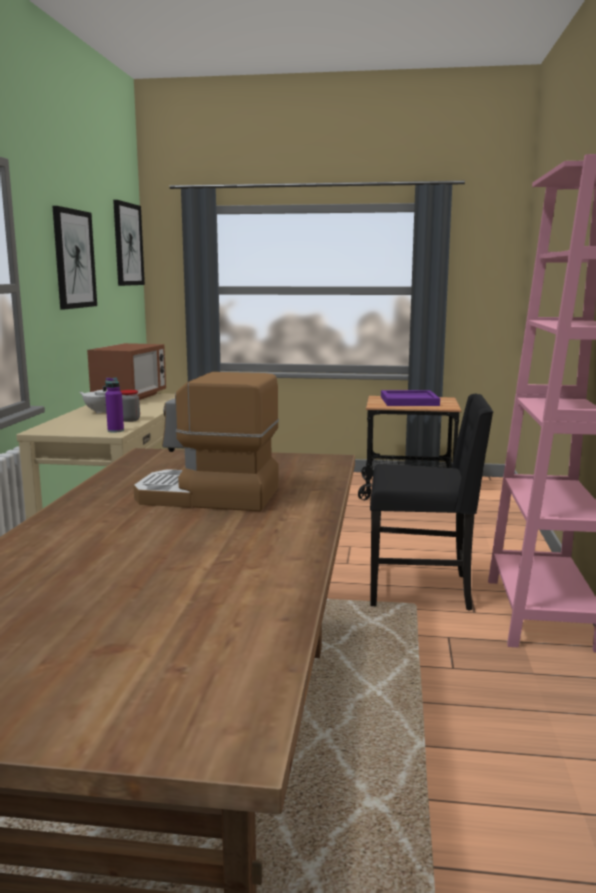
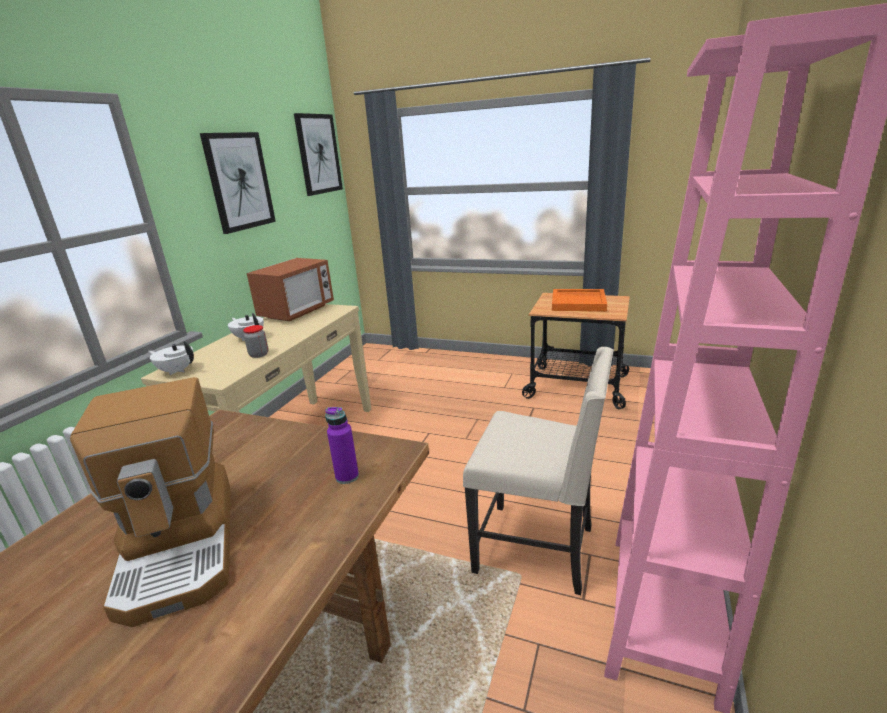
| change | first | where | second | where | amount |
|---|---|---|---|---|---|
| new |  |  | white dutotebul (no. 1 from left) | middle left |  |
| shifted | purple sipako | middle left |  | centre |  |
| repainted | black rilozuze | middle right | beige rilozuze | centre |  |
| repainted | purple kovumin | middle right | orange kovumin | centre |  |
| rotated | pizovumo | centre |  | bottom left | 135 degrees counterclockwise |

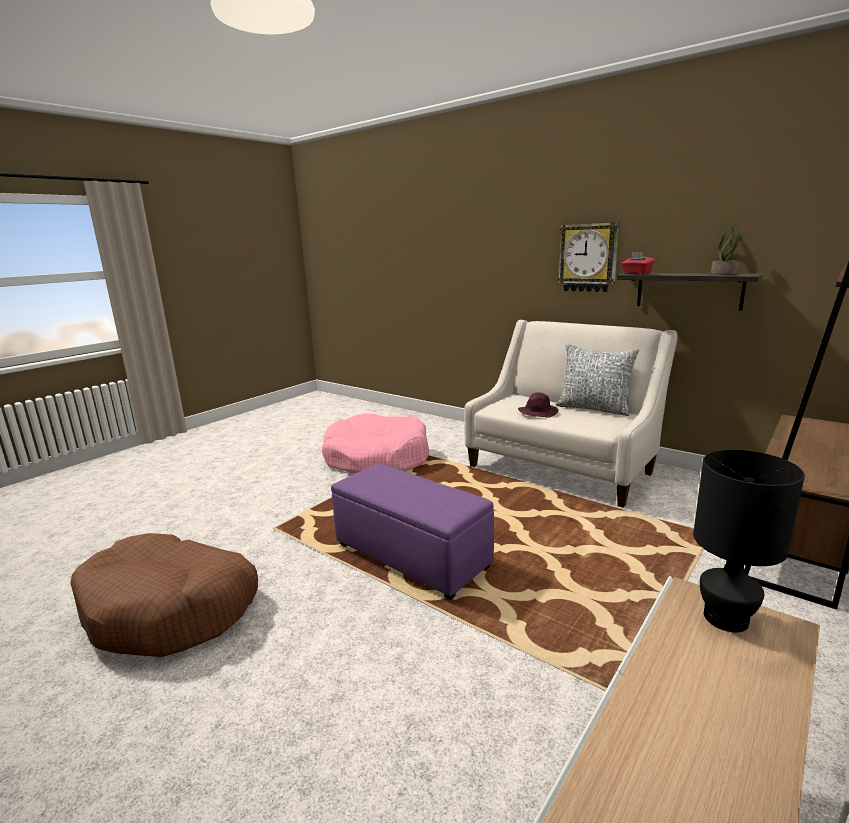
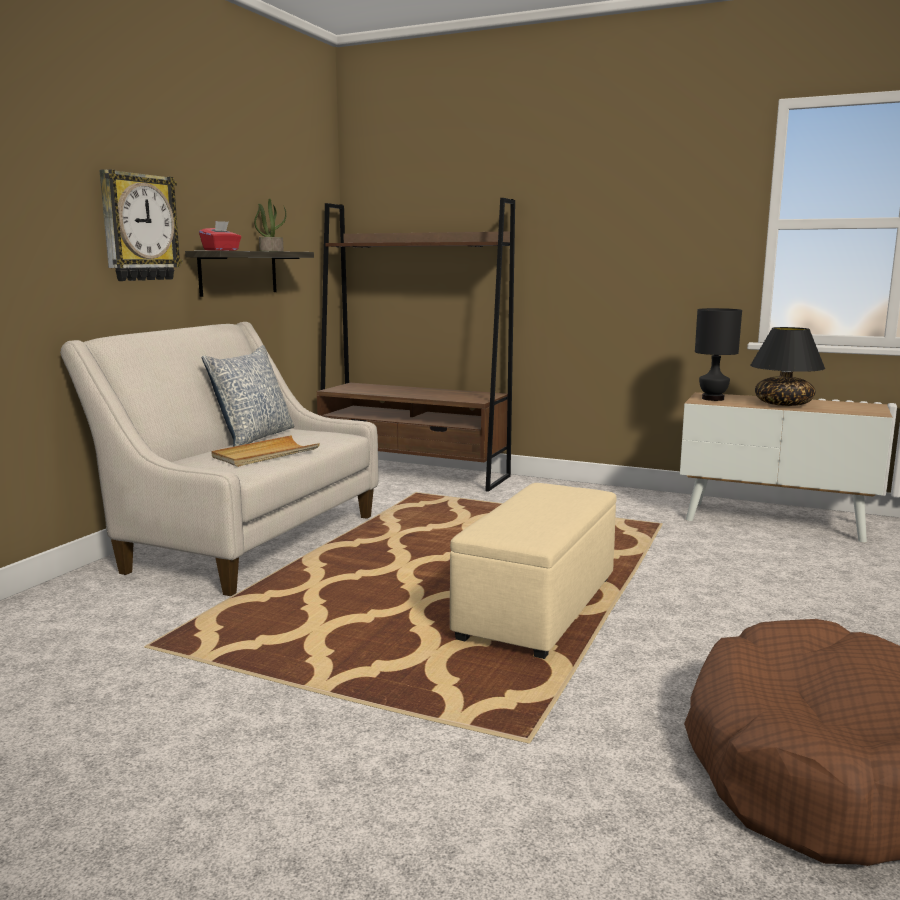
| change | first | where | second | where | amount |
|---|---|---|---|---|---|
| gone | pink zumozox | centre |  |  |  |
| new |  |  | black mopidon (no. 2 from left) | middle right |  |
| swapped | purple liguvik | centre | beige kovumin | middle left |  |
| repainted | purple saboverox | centre | beige saboverox | centre |  |

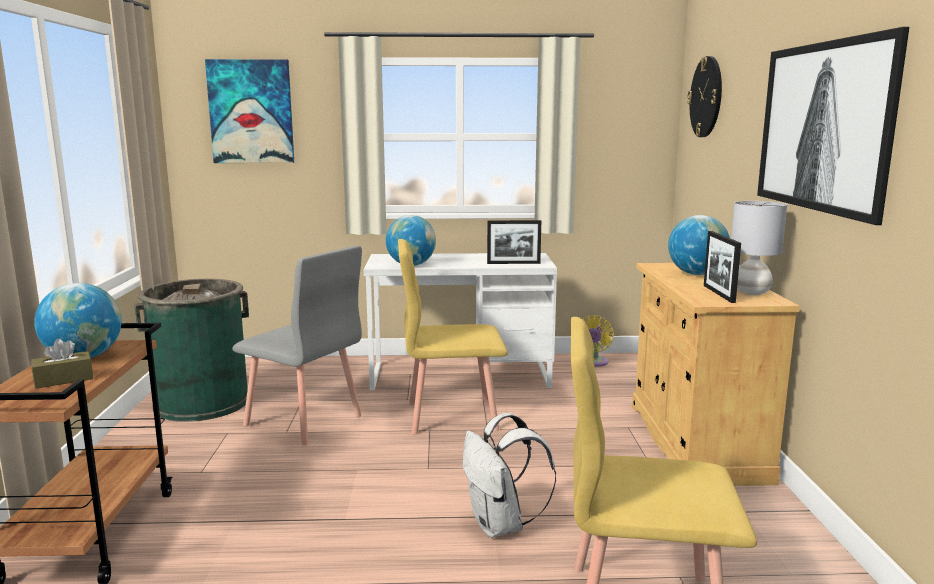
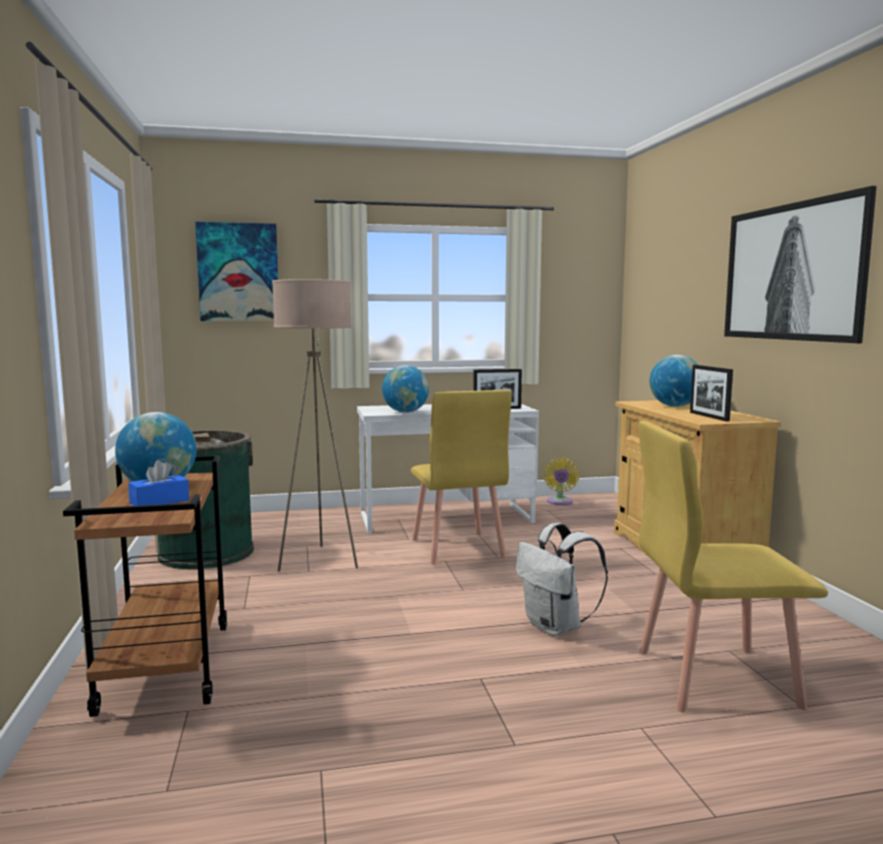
| change | first | where | second | where | amount |
|---|---|---|---|---|---|
| gone | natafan | top right |  |  |  |
| gone | grey mopidon | middle right |  |  |  |
| swapped | grey rilozuze | middle left | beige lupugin | centre |  |
| repainted | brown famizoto | middle left | blue famizoto | middle left |  |
| rotated | yellow rilozuze (no. 1 from left) | centre |  | centre | 90 degrees counterclockwise |

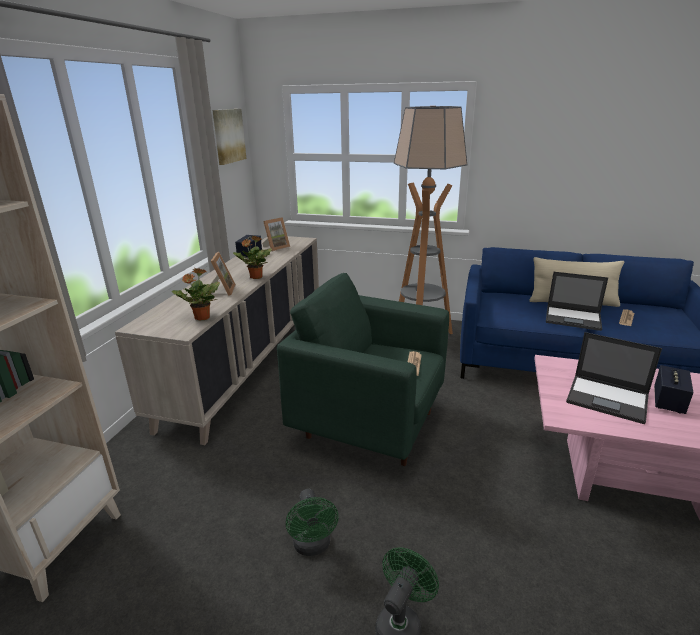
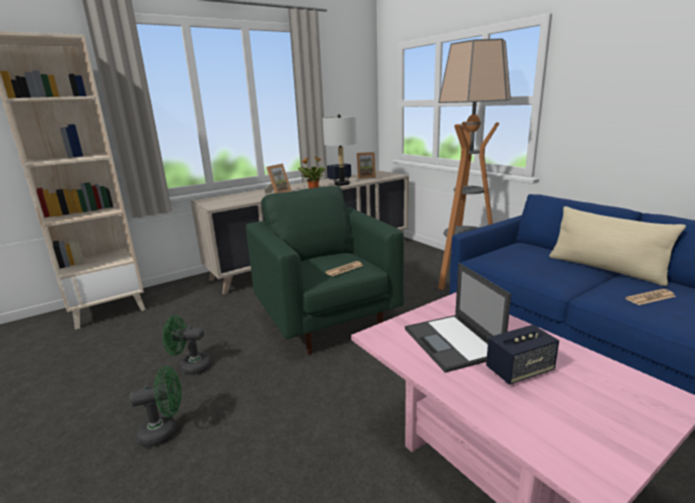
| change | first | where | second | where | amount |
|---|---|---|---|---|---|
| gone | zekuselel (no. 1 from left) | middle left |  |  |  |
| gone | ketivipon | top left |  |  |  |
| gone | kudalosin (no. 1 from left) | middle right |  |  |  |
| new |  |  | grey mopidon | top centre |  |
| rotated | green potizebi (no. 1 from left in the first image) | bottom centre | green potizebi (no. 2 from left) | bottom left | 60 degrees clockwise |

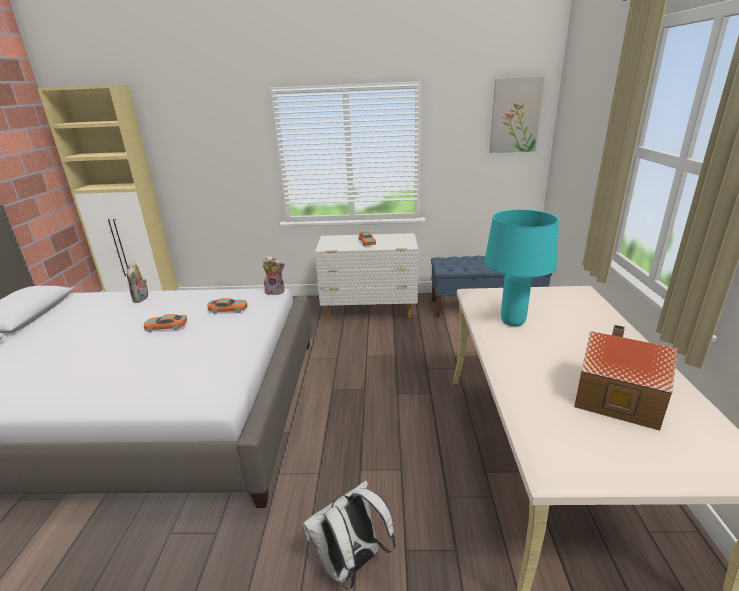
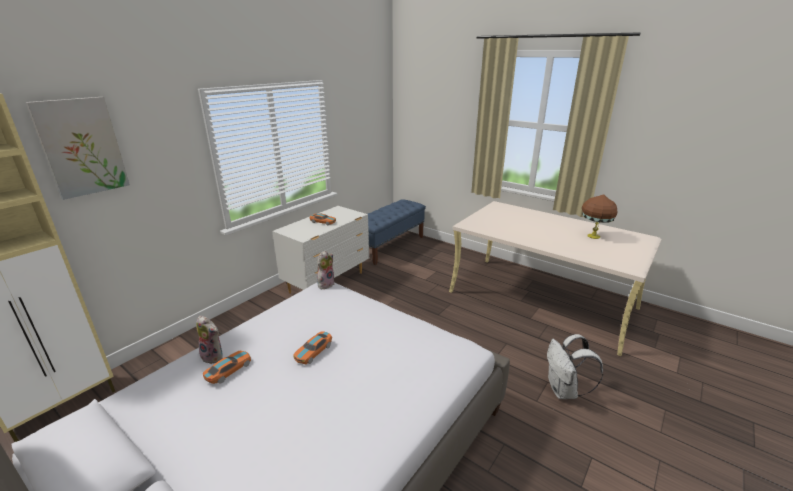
| change | first | where | second | where | amount |
|---|---|---|---|---|---|
| gone | turquoise mopidon | middle right |  |  |  |
| shifted | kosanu (no. 2 from left in the first image) | middle left | kosanu (no. 1 from left) | bottom left |  |
| shifted | ketivipon | top right |  | top left |  |
| swapped | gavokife | middle right | brown mopidon | middle right |  |

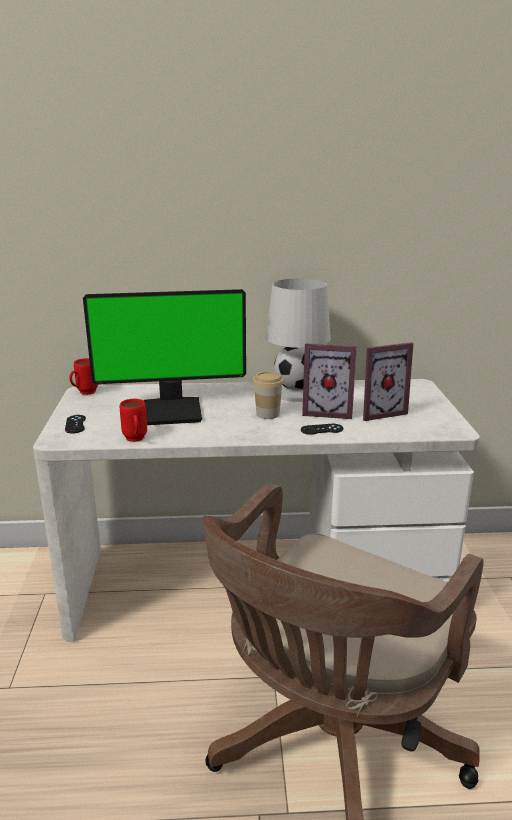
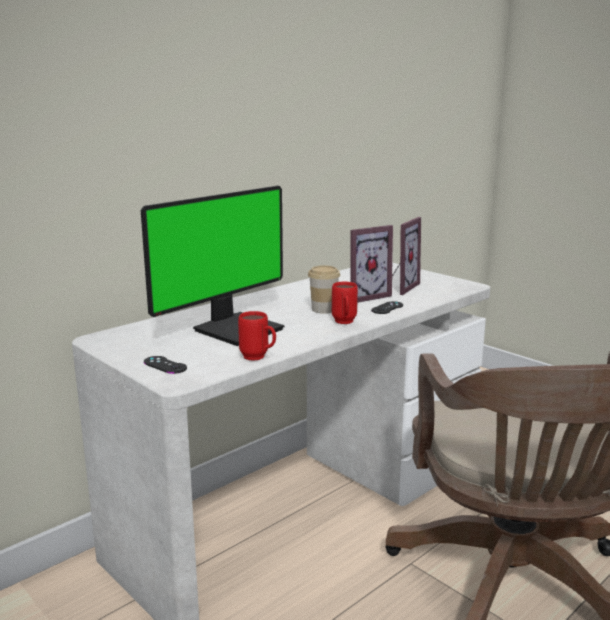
| change | first | where | second | where | amount |
|---|---|---|---|---|---|
| gone | white mopidon | centre |  |  |  |
| shifted | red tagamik (no. 1 from left in the first image) | middle left | red tagamik (no. 2 from left) | centre |  |

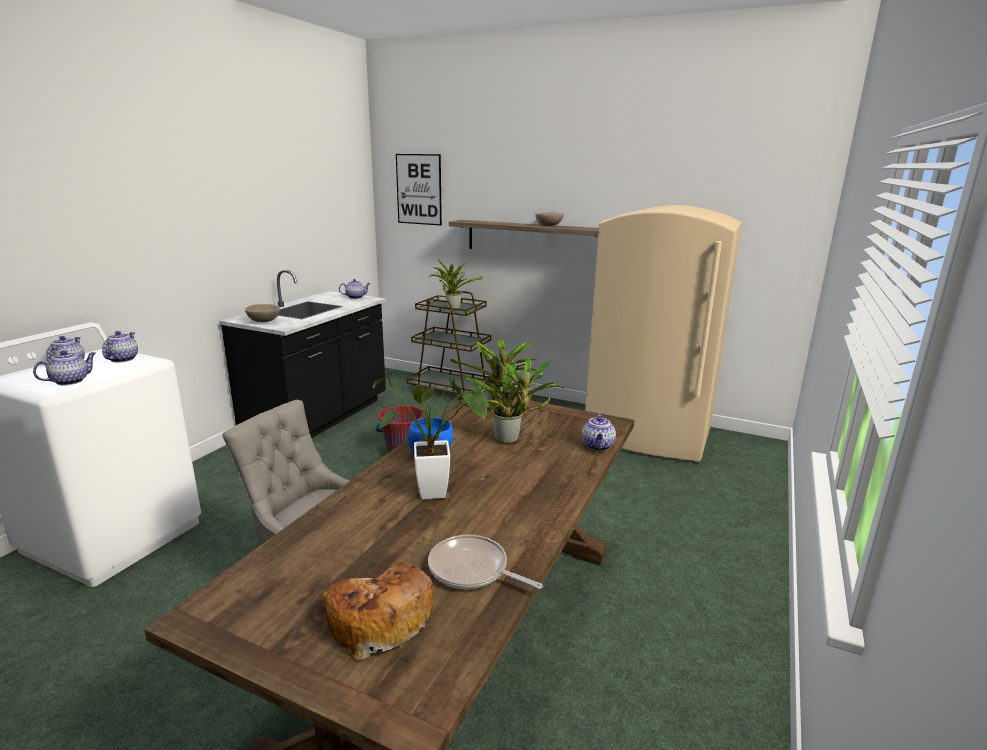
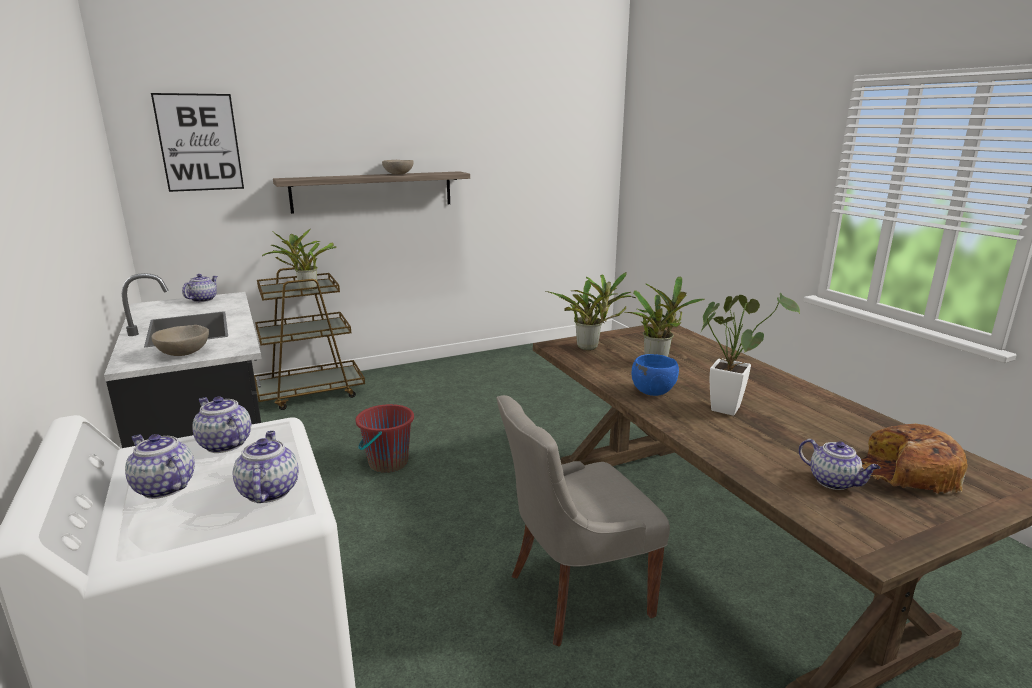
| change | first | where | second | where | amount |
|---|---|---|---|---|---|
| gone | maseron | bottom centre |  |  |  |
| gone | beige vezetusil | middle right |  |  |  |
| shifted | dutotebul (no. 5 from left) | centre |  | bottom right |  |

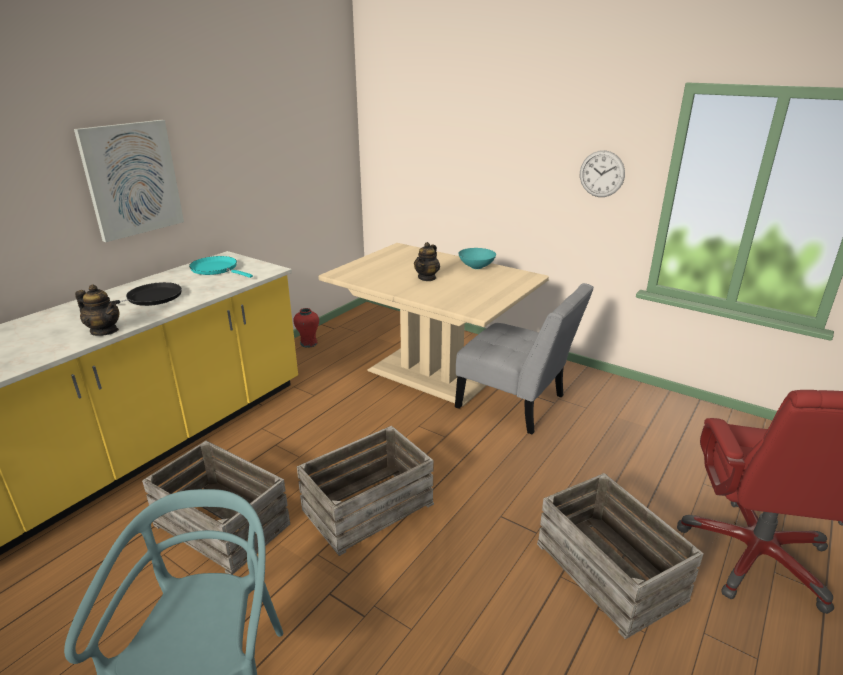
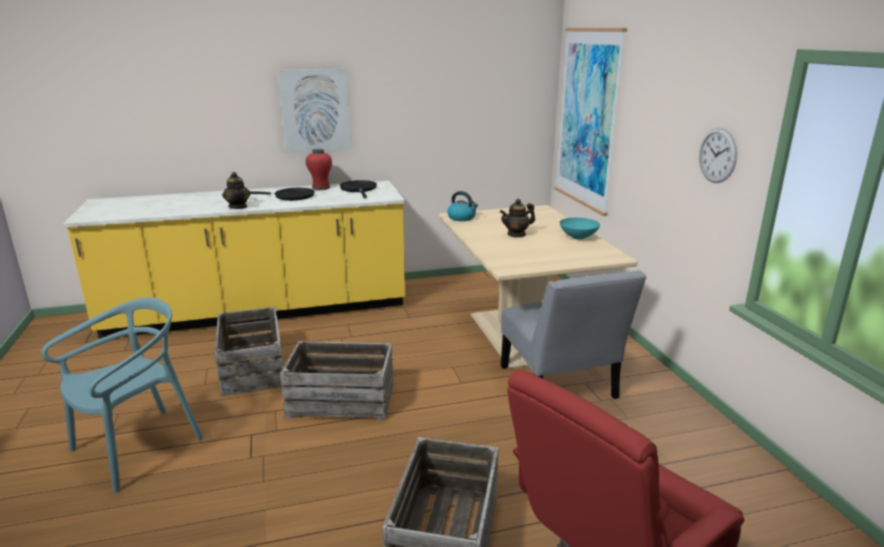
| change | first | where | second | where | amount |
|---|---|---|---|---|---|
| new |  |  | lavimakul | centre |  |
| new |  |  | ketivipon (no. 2 from left) | top right |  |
| shifted | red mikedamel | centre |  | top centre |  |
| repainted | turquoise maseron | middle left | black maseron (no. 2 from left) | centre |  |

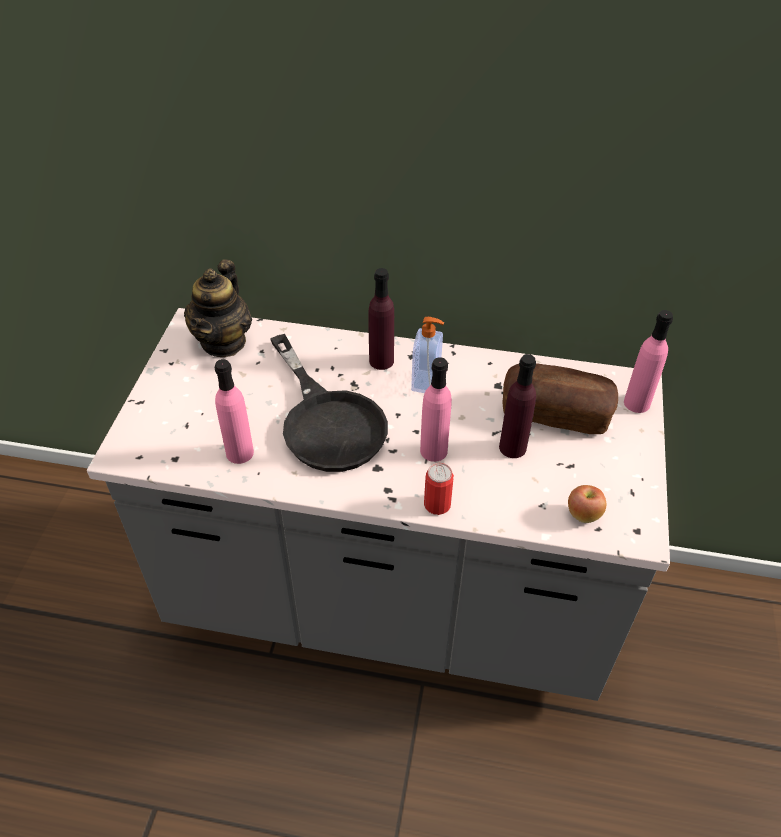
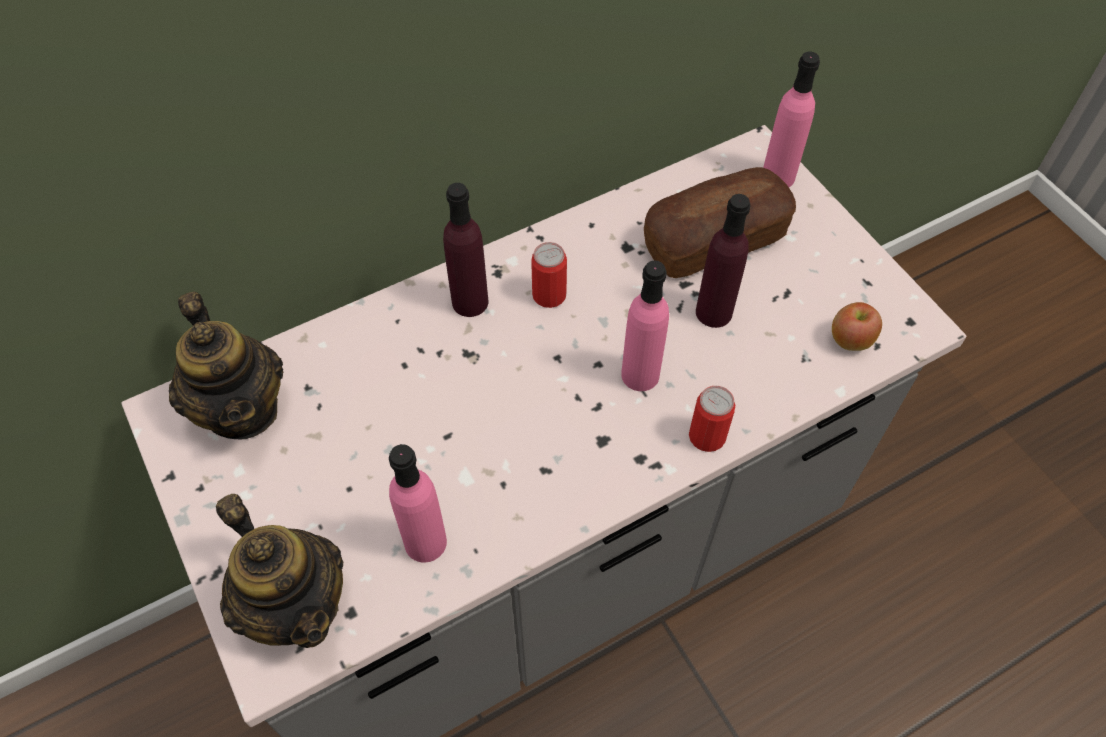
| change | first | where | second | where | amount |
|---|---|---|---|---|---|
| gone | black maseron | centre |  |  |  |
| new |  |  | dutotebul (no. 2 from left) | bottom left |  |
| swapped | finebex | centre | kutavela (no. 1 from left) | centre |  |

